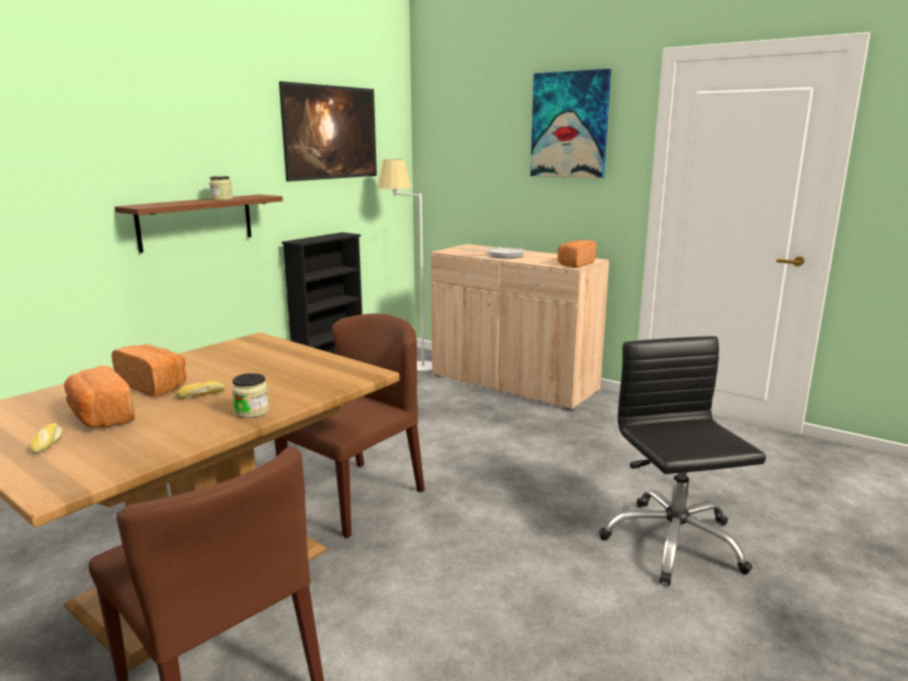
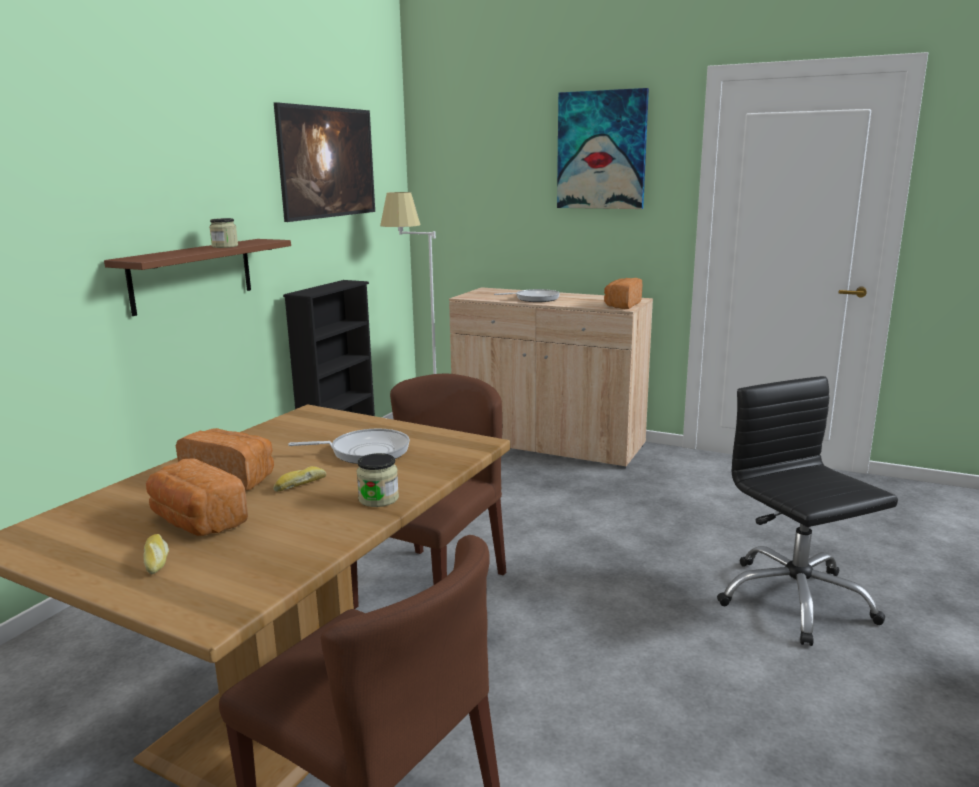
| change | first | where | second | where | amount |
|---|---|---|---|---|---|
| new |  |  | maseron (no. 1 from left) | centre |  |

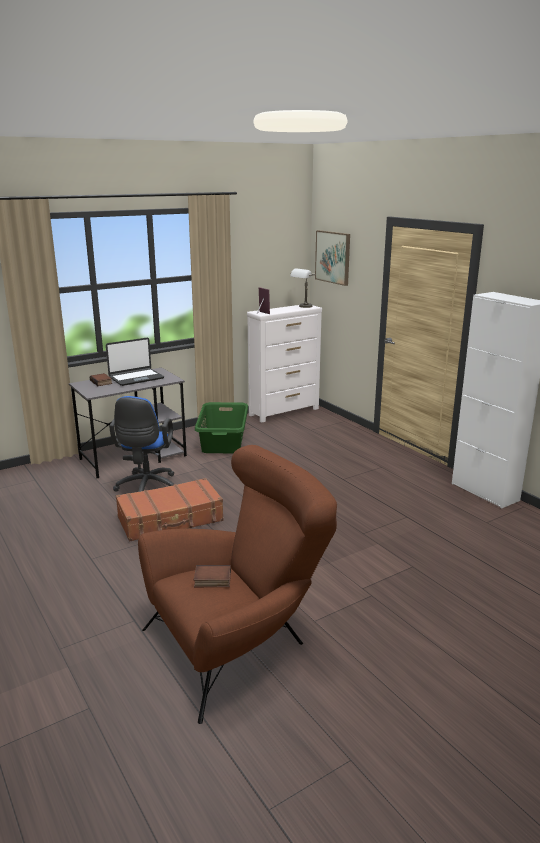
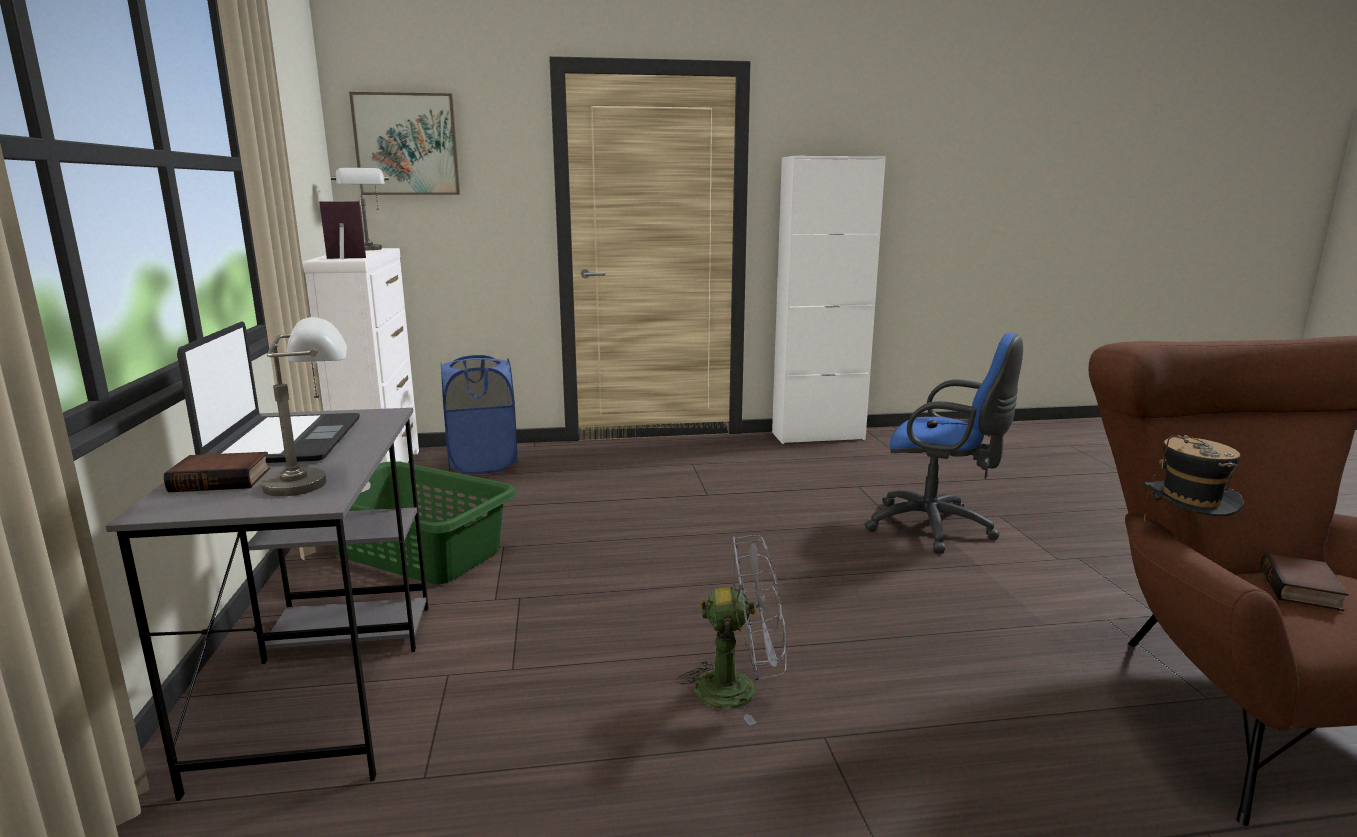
| change | first | where | second | where | amount |
|---|---|---|---|---|---|
| new |  |  | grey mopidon (no. 1 from left) | middle left |  |
| new |  |  | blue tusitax | centre |  |
| new |  |  | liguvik | middle right |  |
| shifted | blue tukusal | middle left |  | middle right |  |
| swapped | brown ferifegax | middle left | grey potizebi | bottom centre |  |

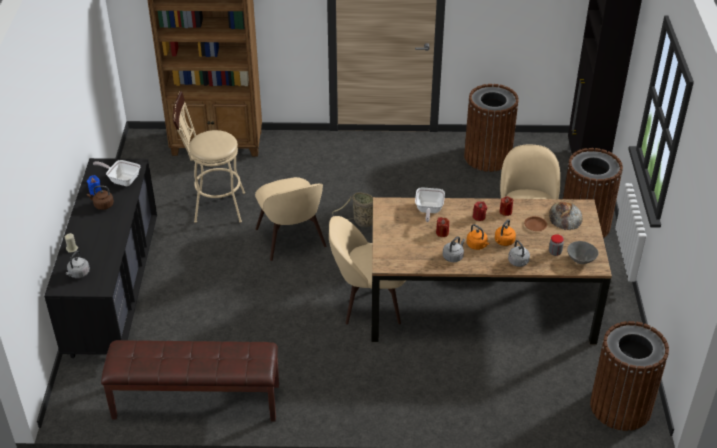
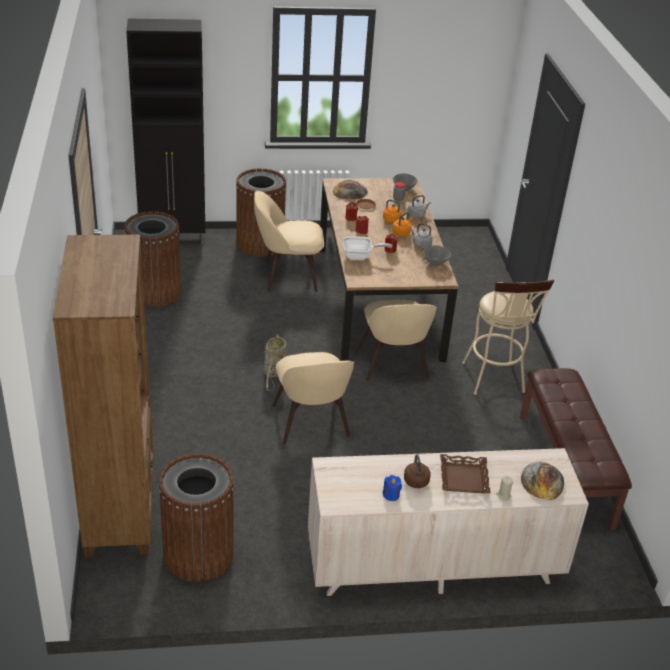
| change | first | where | second | where | amount |
|---|---|---|---|---|---|
| gone | maseron (no. 1 from left) | middle left |  |  |  |
| new |  |  | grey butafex (no. 2 from left) | centre |  |
| new |  |  | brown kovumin | bottom right |  |
| shifted | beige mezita | middle left |  | middle right |  |
| shifted | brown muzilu (no. 3 from left in the first image) | bottom right | brown muzilu (no. 2 from left) | bottom left |  |
| swapped | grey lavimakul (no. 1 from left) | middle left | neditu (no. 2 from left) | bottom right |  |
| repainted | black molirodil | middle left | beige molirodil | bottom right |  |
| rotated | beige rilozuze (no. 1 from left in the first image) | centre | beige rilozuze (no. 2 from left) | centre | 105 degrees clockwise |

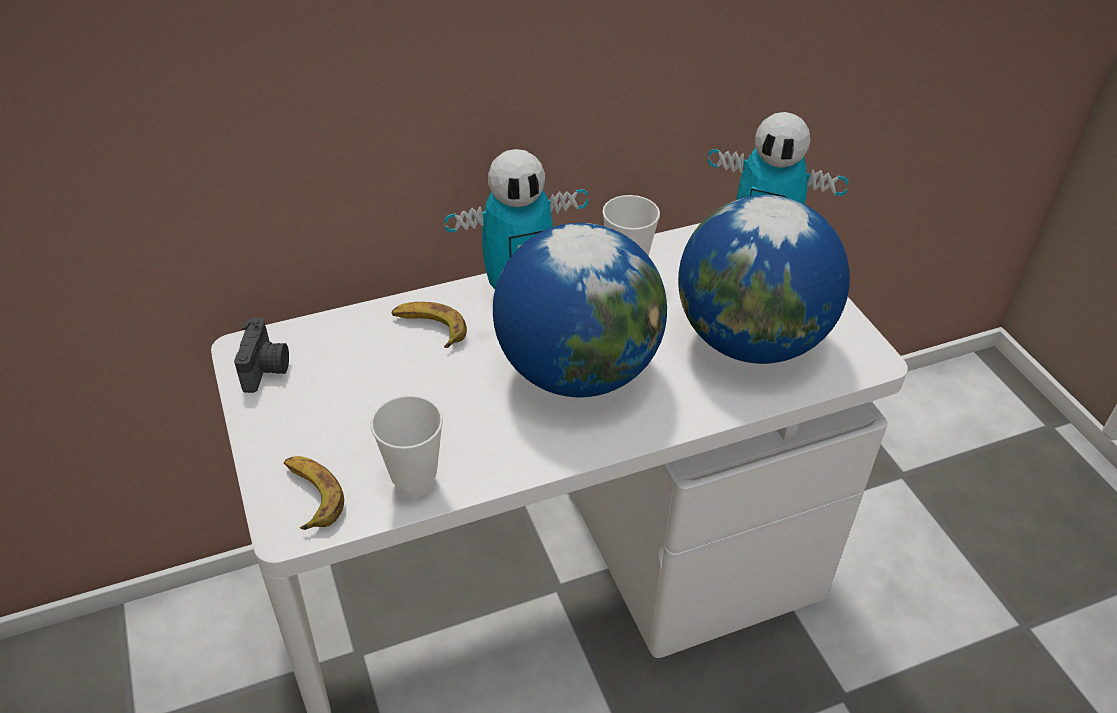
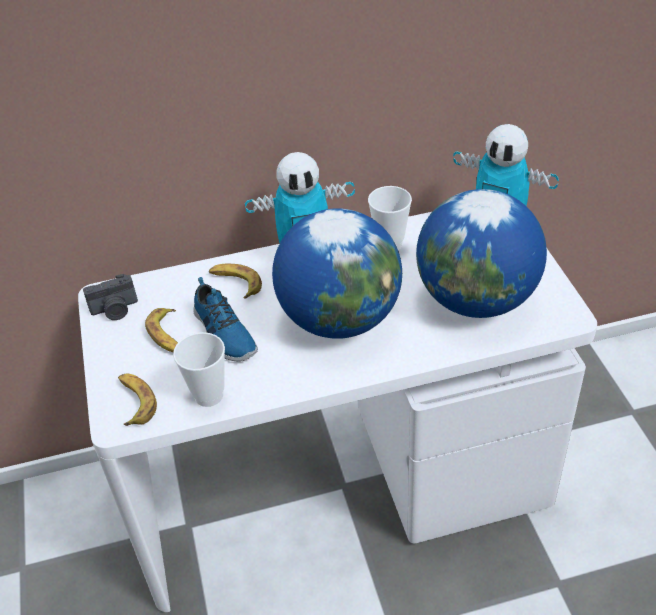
| change | first | where | second | where | amount |
|---|---|---|---|---|---|
| new |  |  | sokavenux (no. 2 from left) | middle left |  |
| new |  |  | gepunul | centre |  |
| rotated | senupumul | middle left |  | middle left | 60 degrees clockwise |

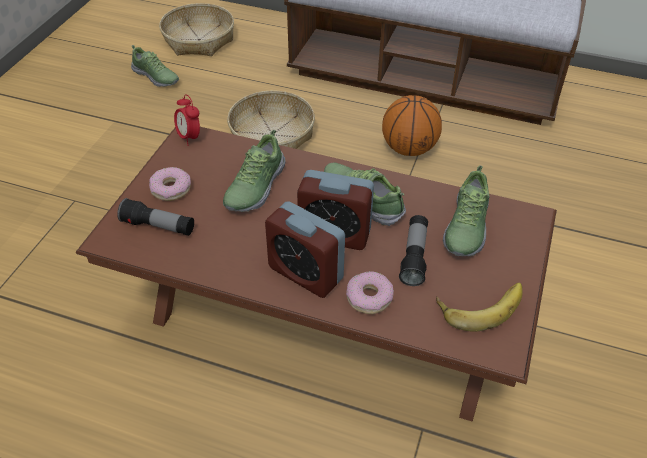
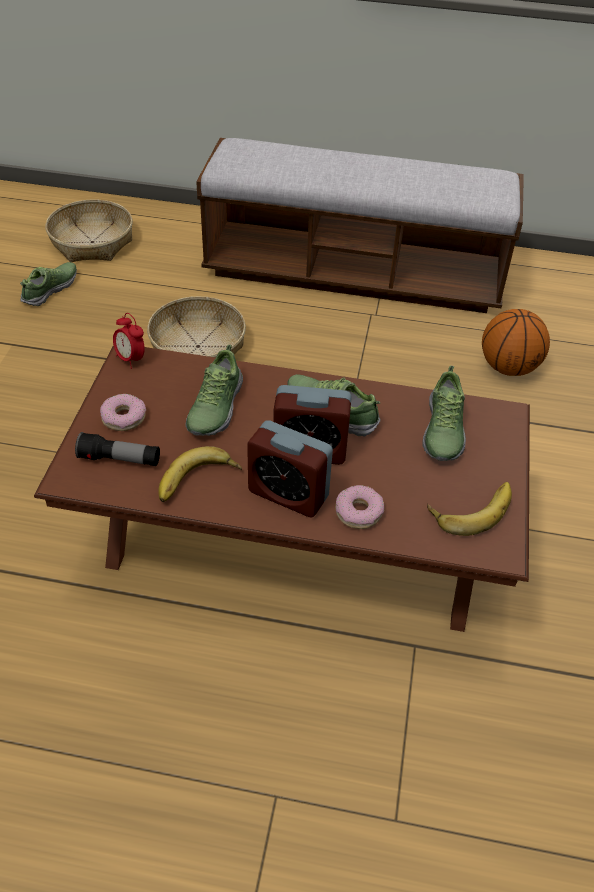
| change | first | where | second | where | amount |
|---|---|---|---|---|---|
| gone | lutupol (no. 2 from left) | centre |  |  |  |
| new |  |  | sokavenux (no. 1 from left) | centre |  |
| shifted | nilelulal | top centre |  | middle right |  |
| rotated | gepunul (no. 1 from left) | top left |  | top left | 90 degrees counterclockwise |

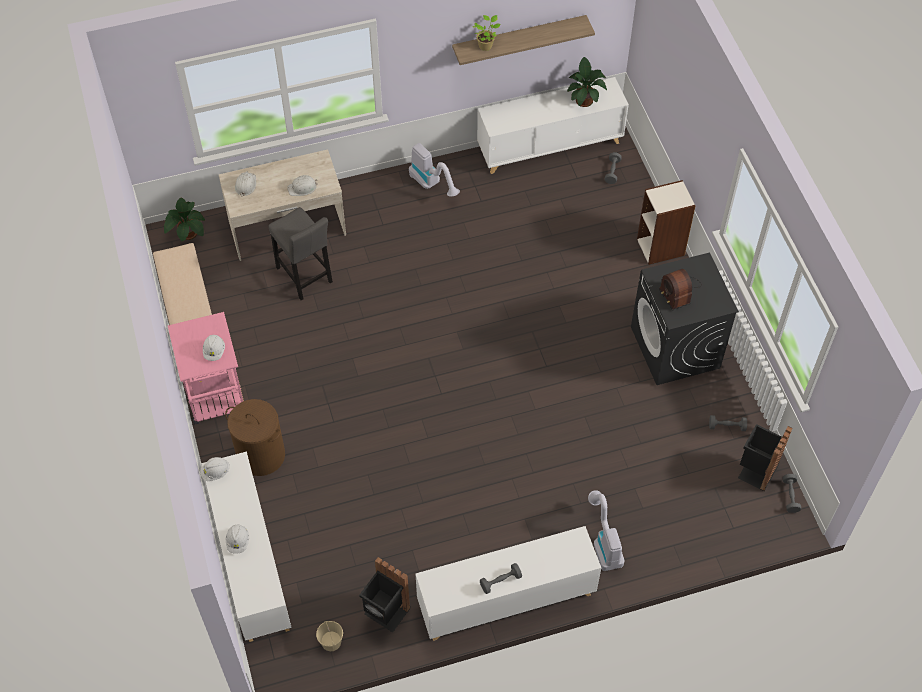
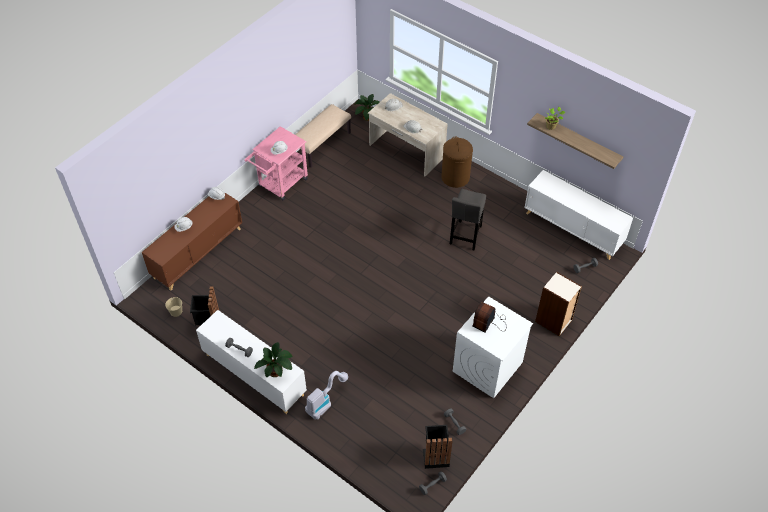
| change | first | where | second | where | amount |
|---|---|---|---|---|---|
| gone | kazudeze (no. 1 from left) | top centre |  |  |  |
| shifted | brown tusitax | middle left |  | top centre |  |
| shifted | grey mezita | middle left |  | centre |  |
| shifted | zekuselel (no. 3 from left in the first image) | top centre | zekuselel (no. 1 from left) | bottom centre |  |
| repainted | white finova (no. 1 from left) | bottom left | brown finova | middle left |  |
| repainted | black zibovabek | middle right | white zibovabek | bottom centre |  |

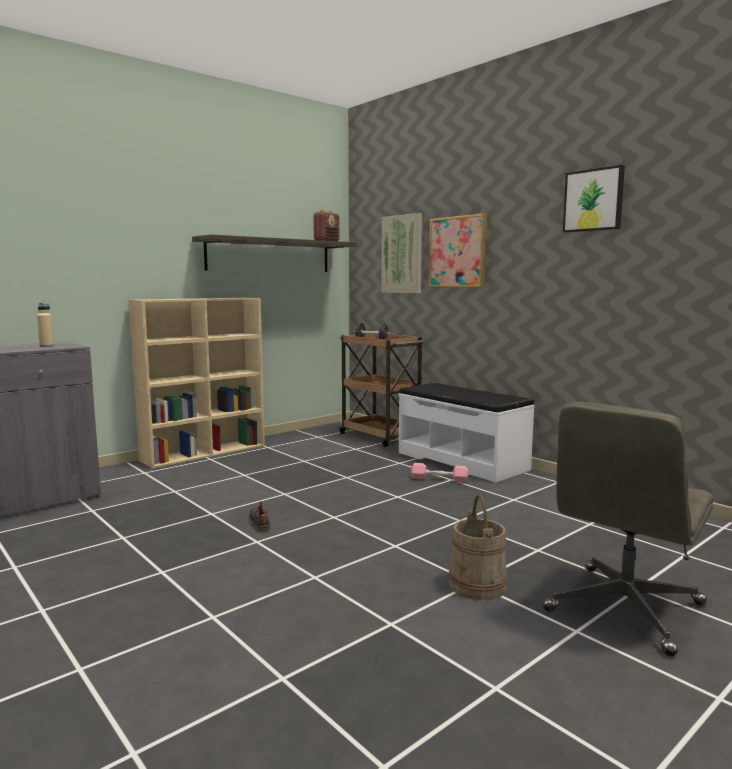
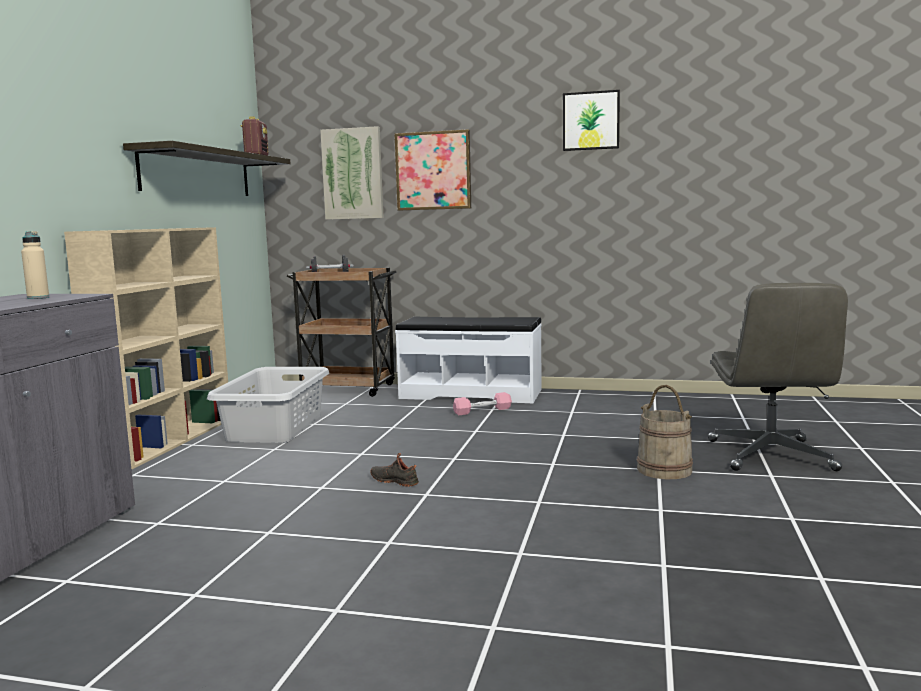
| change | first | where | second | where | amount |
|---|---|---|---|---|---|
| new |  |  | grey tusitax | middle left |  |

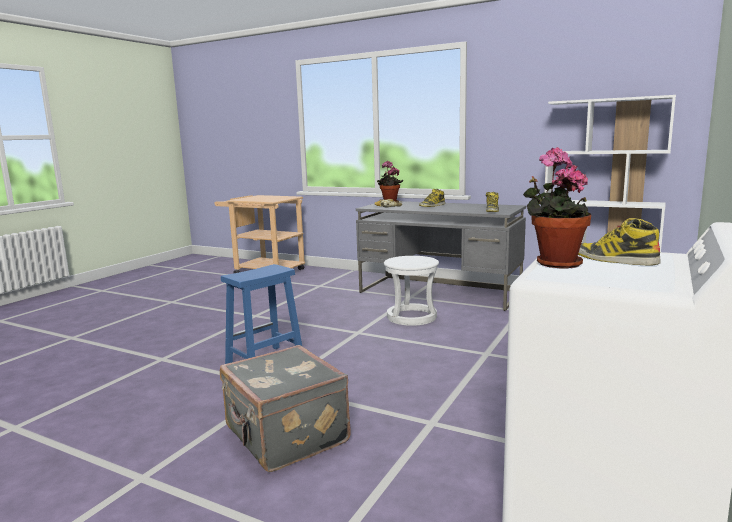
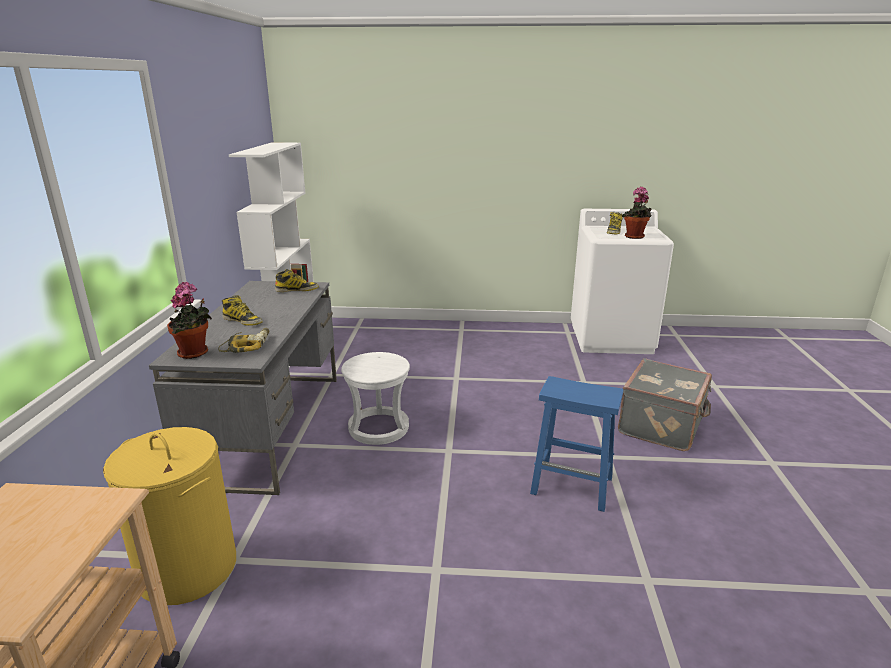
| change | first | where | second | where | amount |
|---|---|---|---|---|---|
| new |  |  | yellow tusitax | bottom left |  |

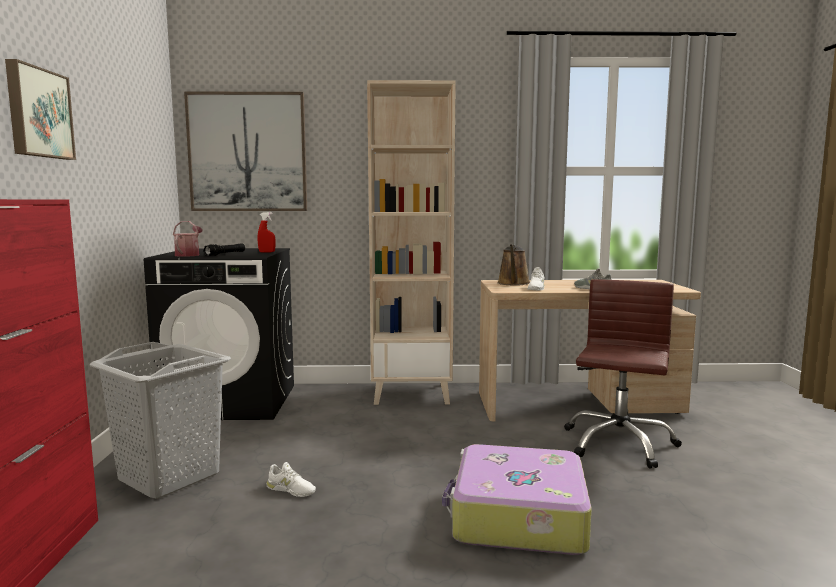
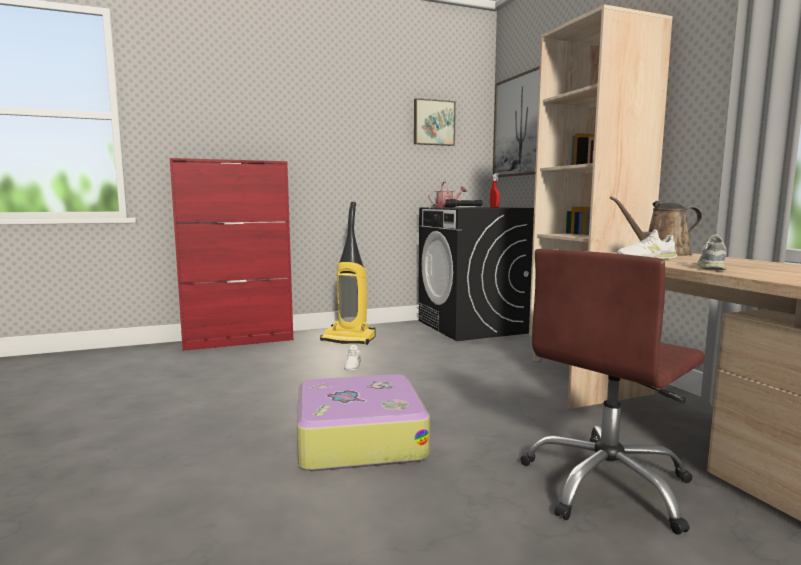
| change | first | where | second | where | amount |
|---|---|---|---|---|---|
| shifted | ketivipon (no. 1 from left) | top left |  | top centre |  |
| swapped | grey tusitax | bottom left | kazudeze | centre |  |
| rotated | brown tukusal | middle right |  | bottom right | 135 degrees clockwise |

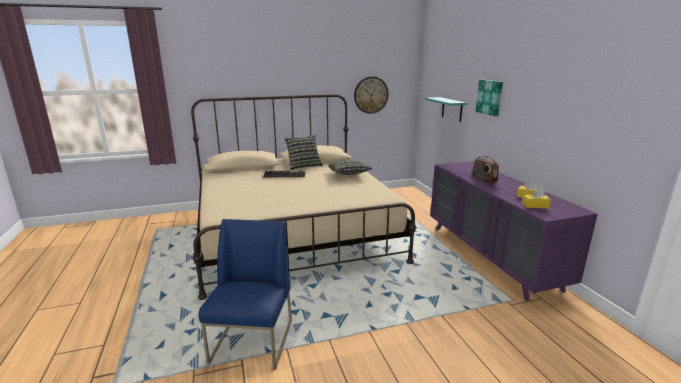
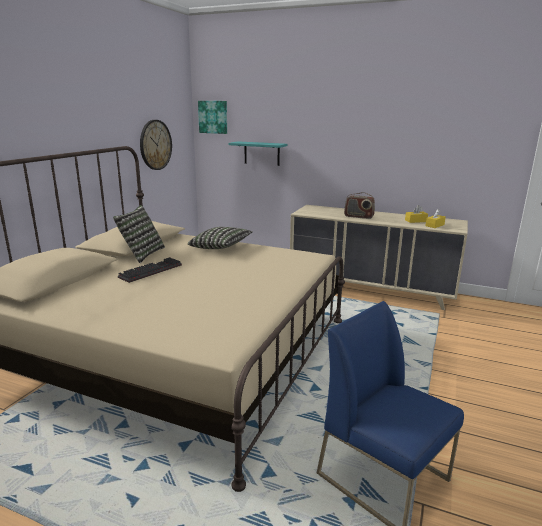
| change | first | where | second | where | amount |
|---|---|---|---|---|---|
| shifted | ketivipon | top right |  | top centre |  |
| repainted | purple molirodil | middle right | beige molirodil | middle right |  |

